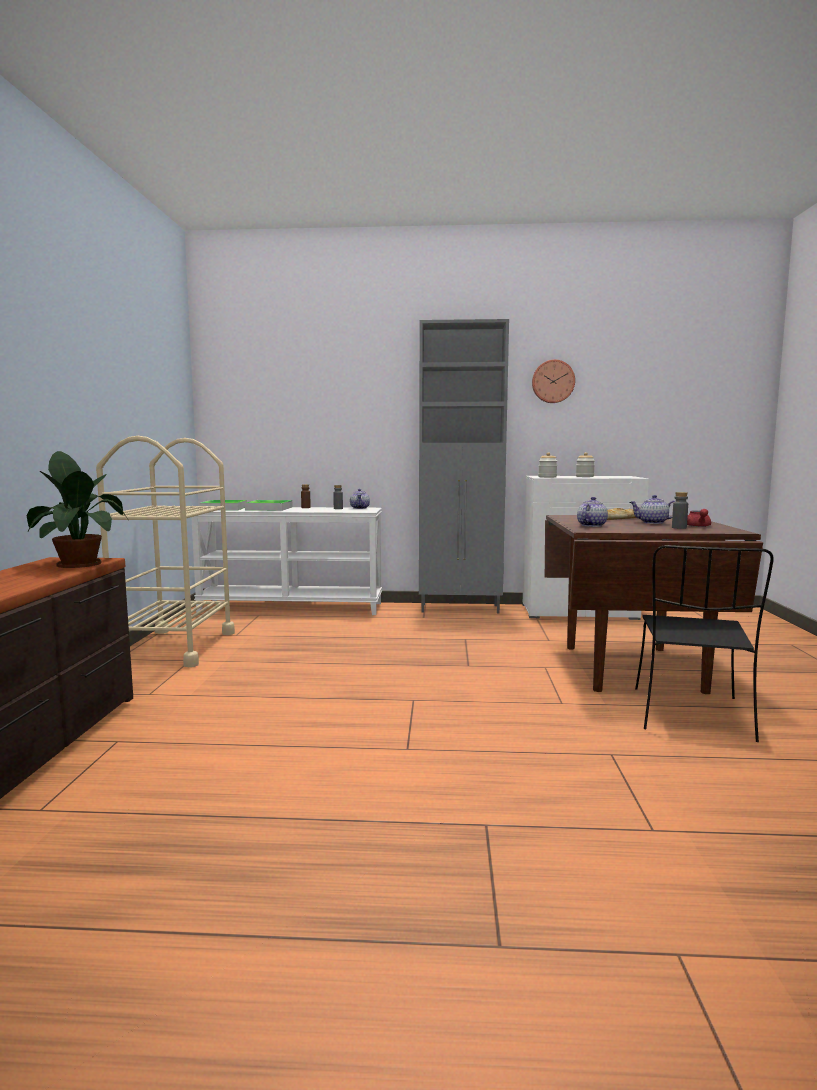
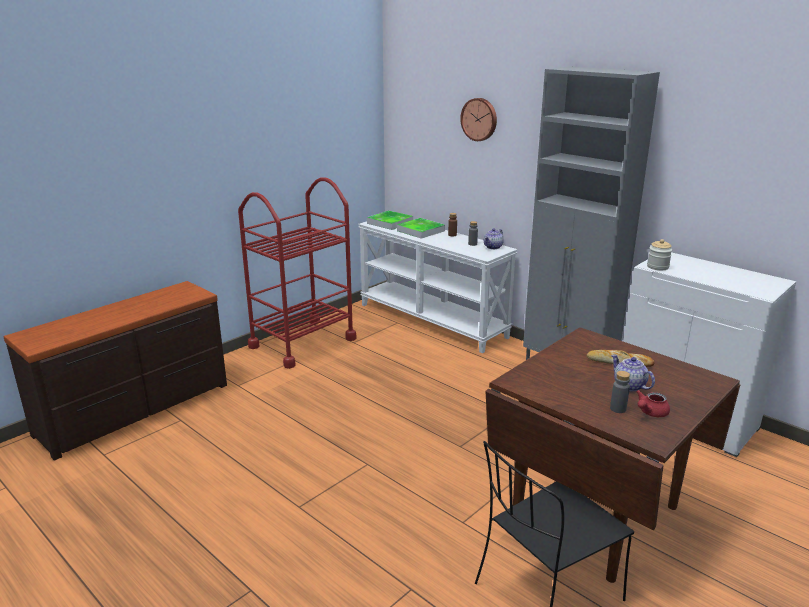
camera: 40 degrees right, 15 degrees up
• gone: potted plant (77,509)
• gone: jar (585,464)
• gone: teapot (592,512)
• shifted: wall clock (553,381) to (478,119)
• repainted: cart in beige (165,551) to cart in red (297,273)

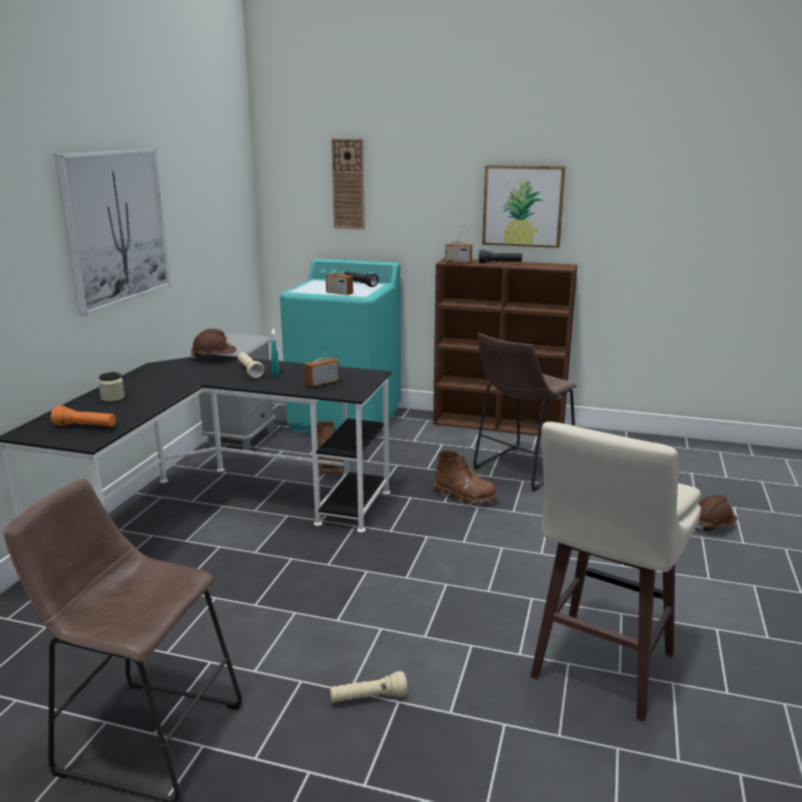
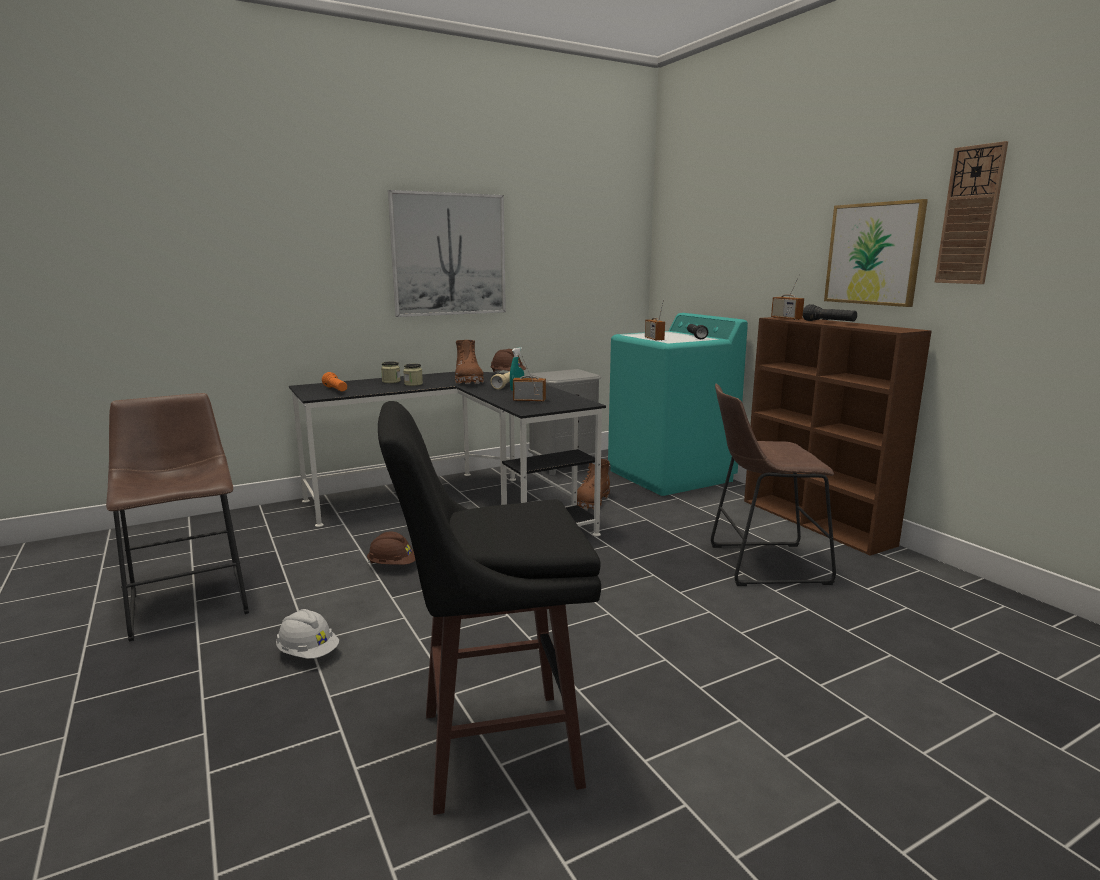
camera: 45 degrees right, 5 degrees down
• new: jar (413,375)
• shifted: wall clock (348,183) to (971,212)
• shifted: boot in brown (466,478) to (469,362)
• shifted: hard hat in brown (716,513) to (391,548)
• swapped: flashlight in beige (368,687) to hard hat in white (307,634)
• repainted: stool in beige (615,572) to stool in black (489,608)

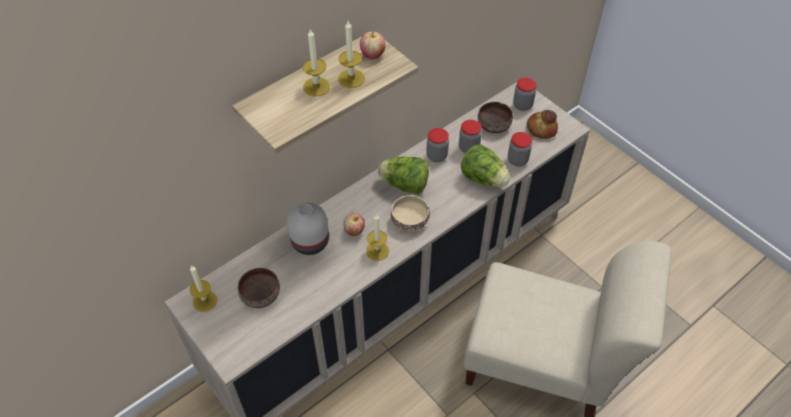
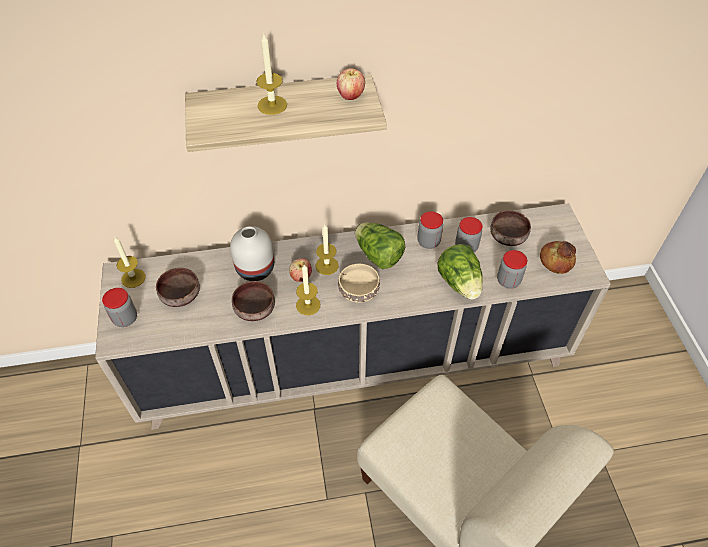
camera: 30 degrees right, 0 degrees up
• new: bowl in brown (253,301)
• shifted: candle (351,54) to (327,249)
• shifted: jar (524,94) to (119,307)

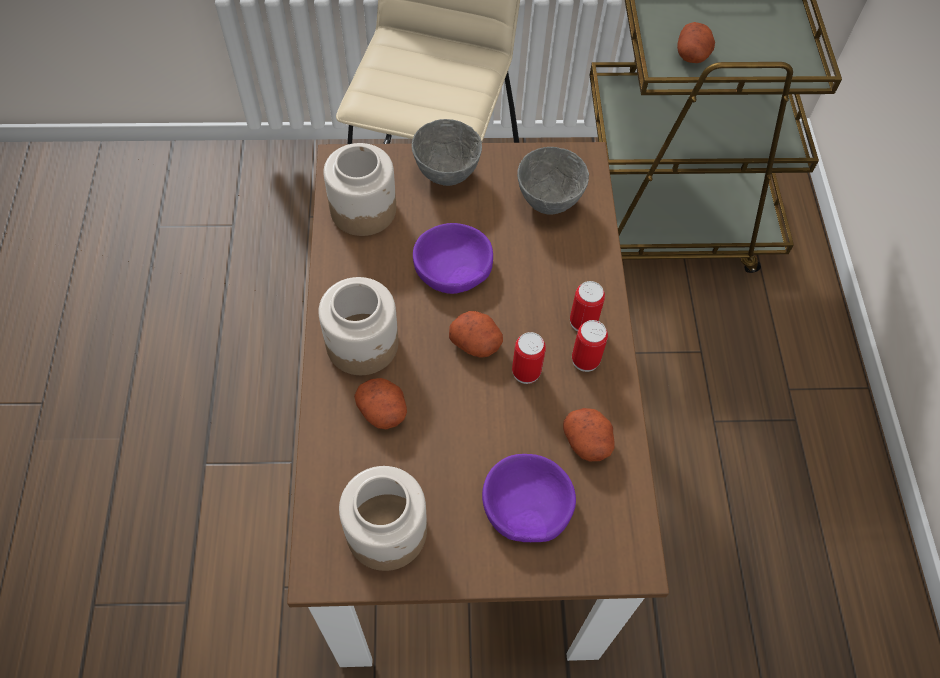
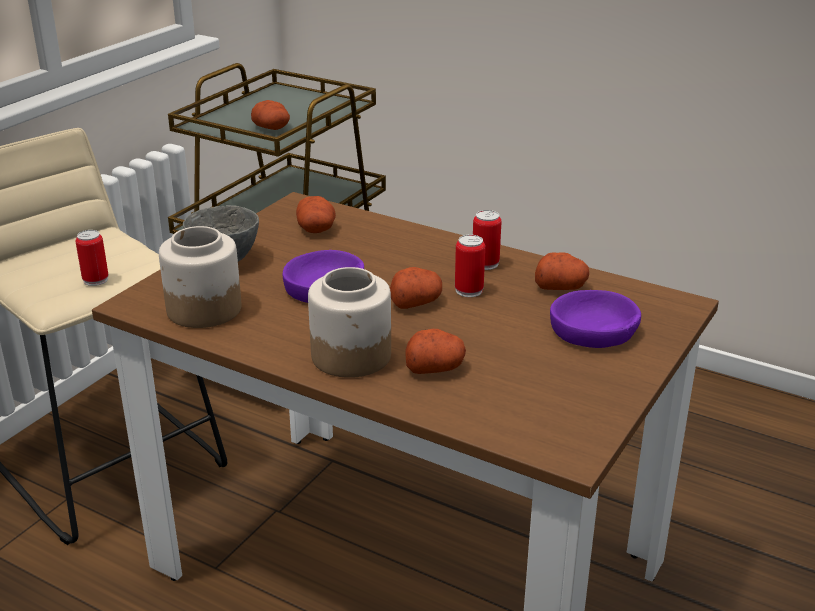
camera: 55 degrees left, 30 degrees down
• gone: jar (383,518)
• shifted: can (587,306) to (92,258)
• swapped: bowl in grey (553,181) to potato (316,214)

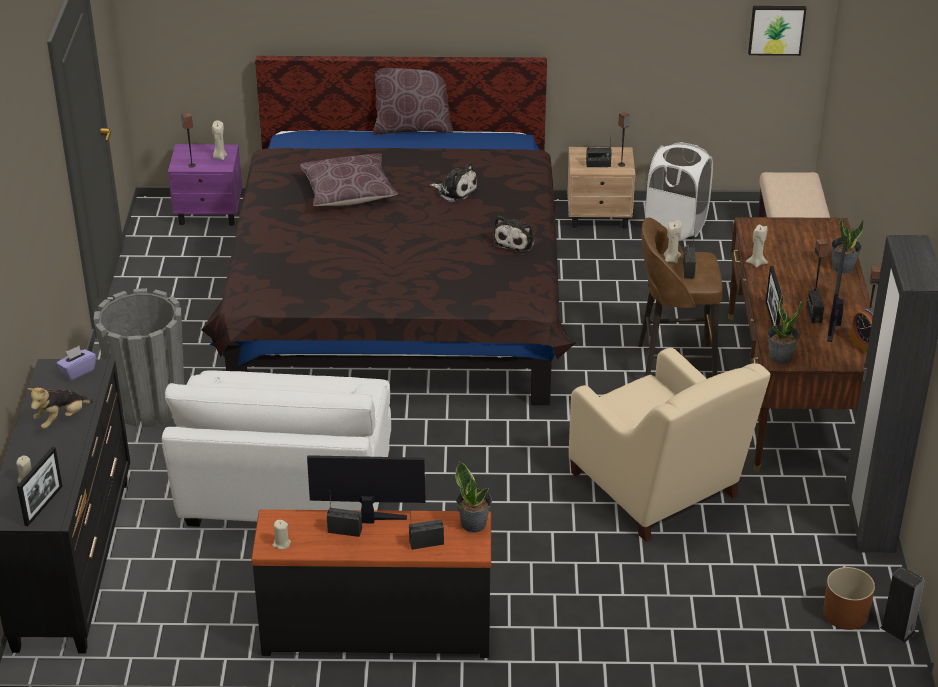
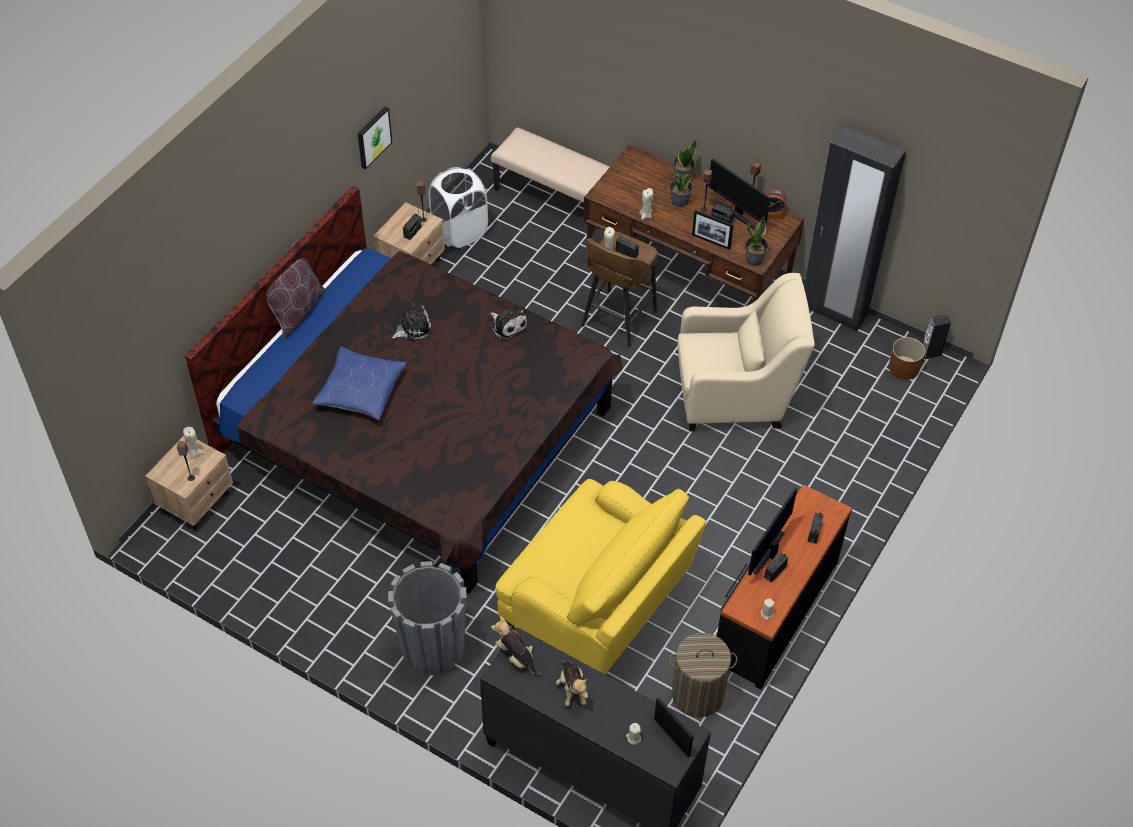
camera: 60 degrees left, 15 degrees up
• new: laundry basket (703,675)
• shifted: potted plant (473,497) to (681,188)
• shifted: picture (777,31) to (375,138)
• swapped: tissue box in purple (76,363) to plush toy (516,647)
• repainted: armchair in white (276,448) to armchair in yellow (600,576)
• repainted: nightstand in purple (205,185) to nightstand in beige (189,483)
• repainted: pillow in brown (349,179) to pillow in blue (359,383)

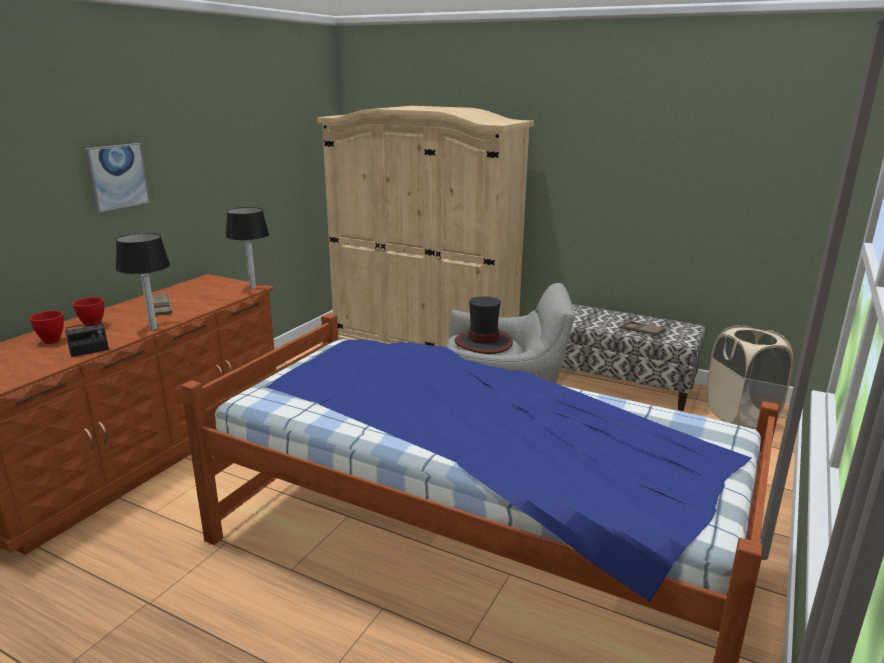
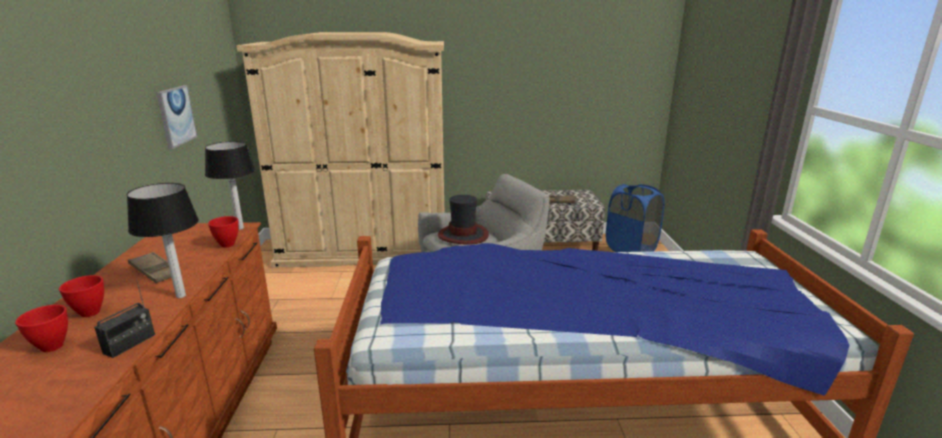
camera: 30 degrees left, 0 degrees up
• new: bowl in red (223,232)
• shifted: picture (117,178) to (176,117)
• repainted: laundry basket in beige (749,377) to laundry basket in blue (635,218)

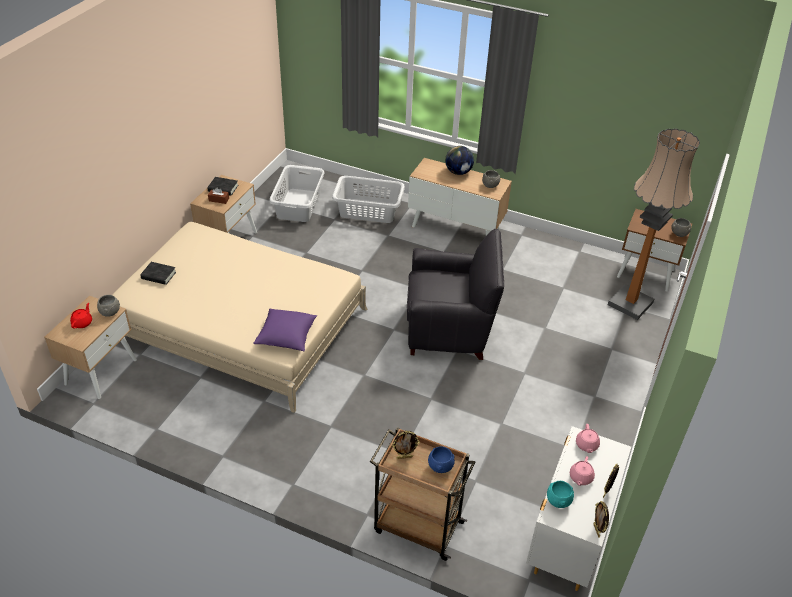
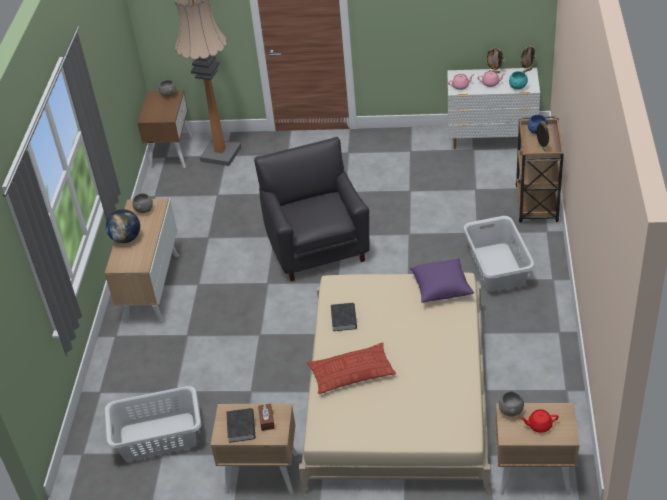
camera: 105 degrees left, 0 degrees up
• new: pillow (351,368)
• shifted: book in black (158,273) to (344,317)
• shifted: laundry basket in grey (368,199) to (499,254)

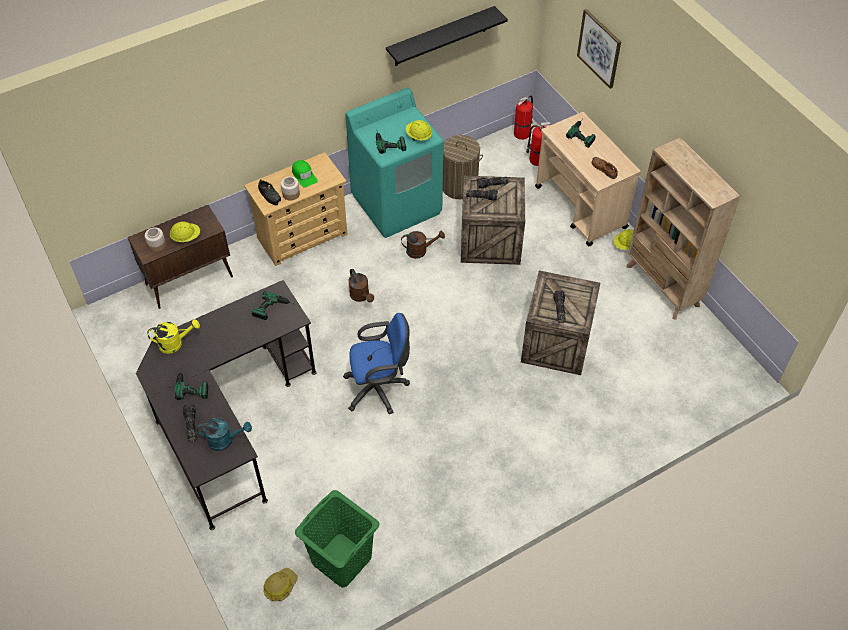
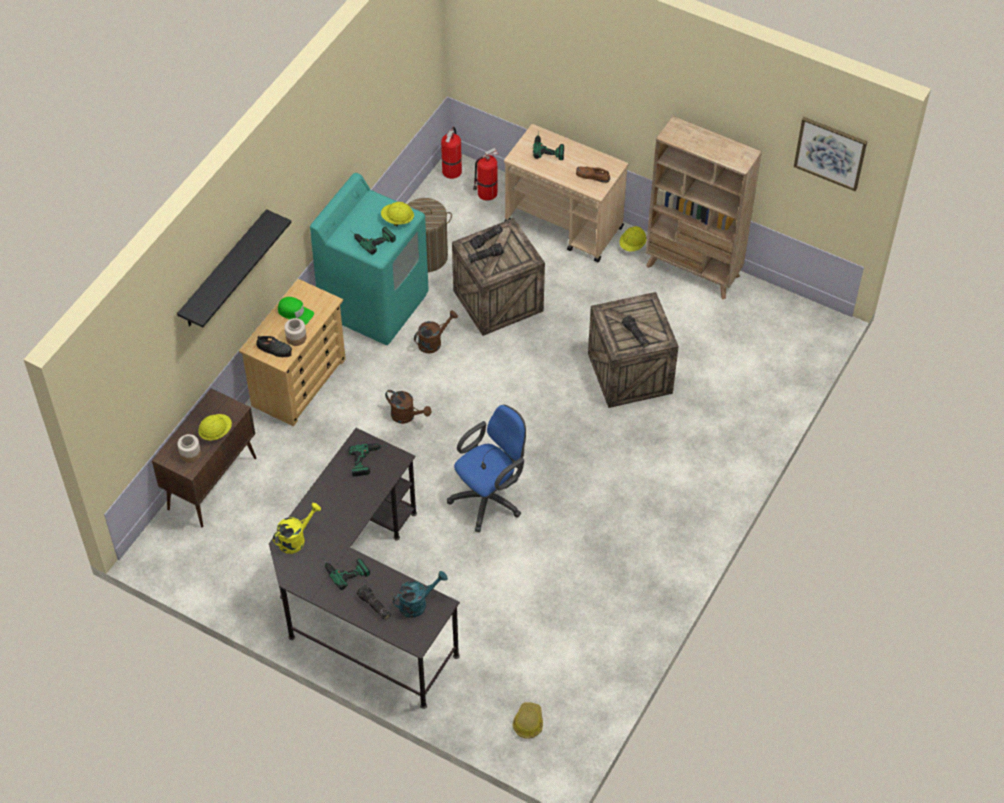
camera: 30 degrees left, 0 degrees up
• gone: laundry basket in green (337,539)
• shifted: shelf in black (447,36) to (234,268)
• shifted: picture (599,49) to (830,154)

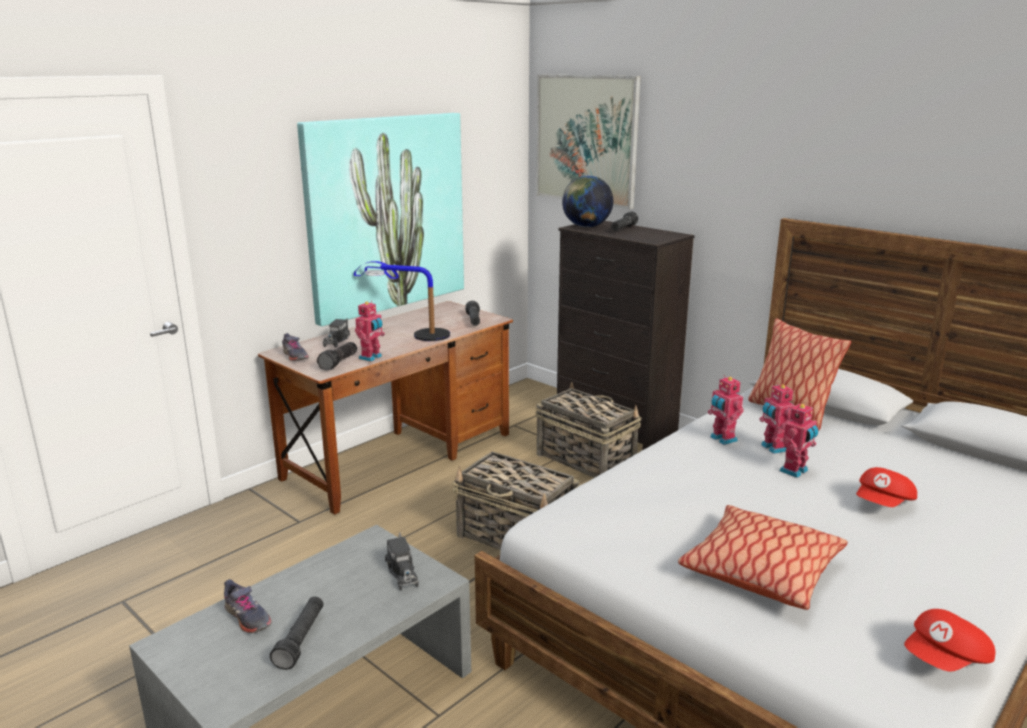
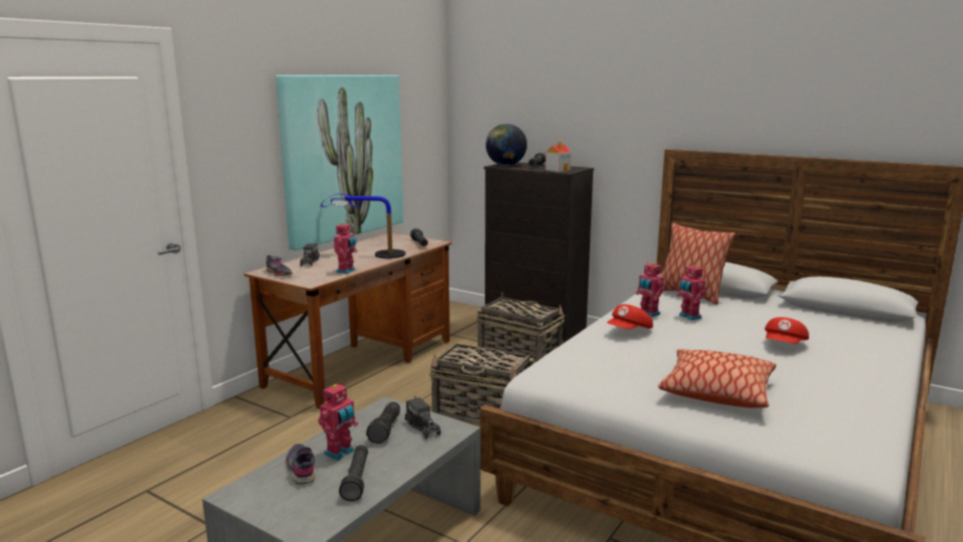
camera: 10 degrees left, 5 degrees down
• gone: picture (588,141)
• new: toy house (558,157)
• shifted: flashlight (337,356) to (383,423)
• shifted: toy robot (798,440) to (338,422)
• shifted: cap in red (949,640) to (630,316)
• rotated: shoe in grey (247,606) = (300,464) 150 degrees counterclockwise

